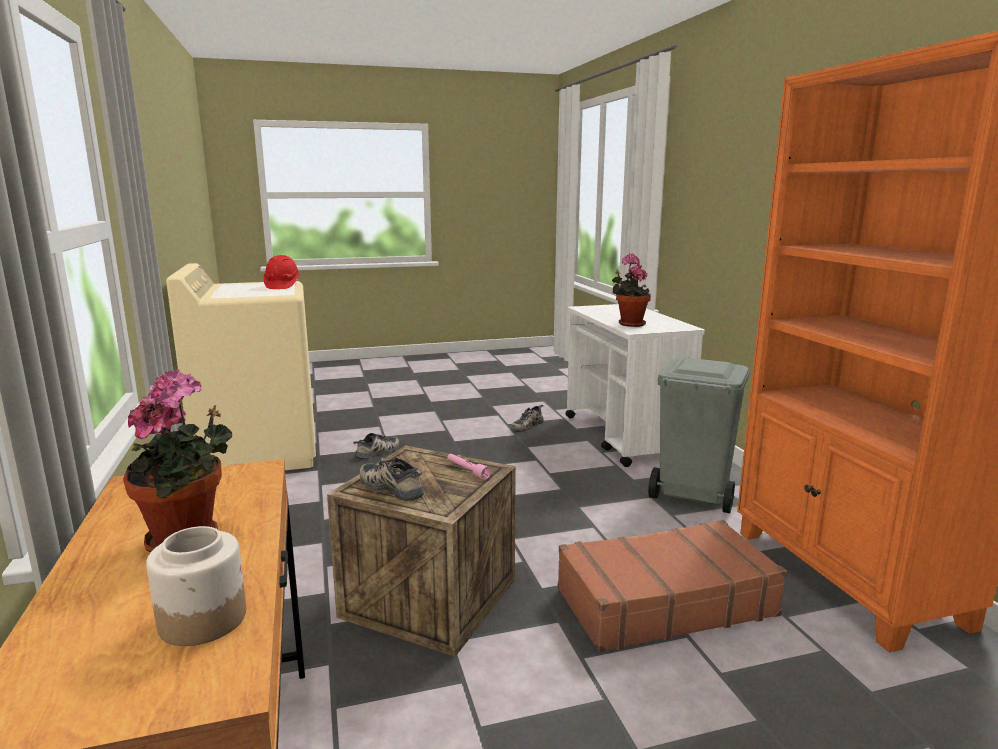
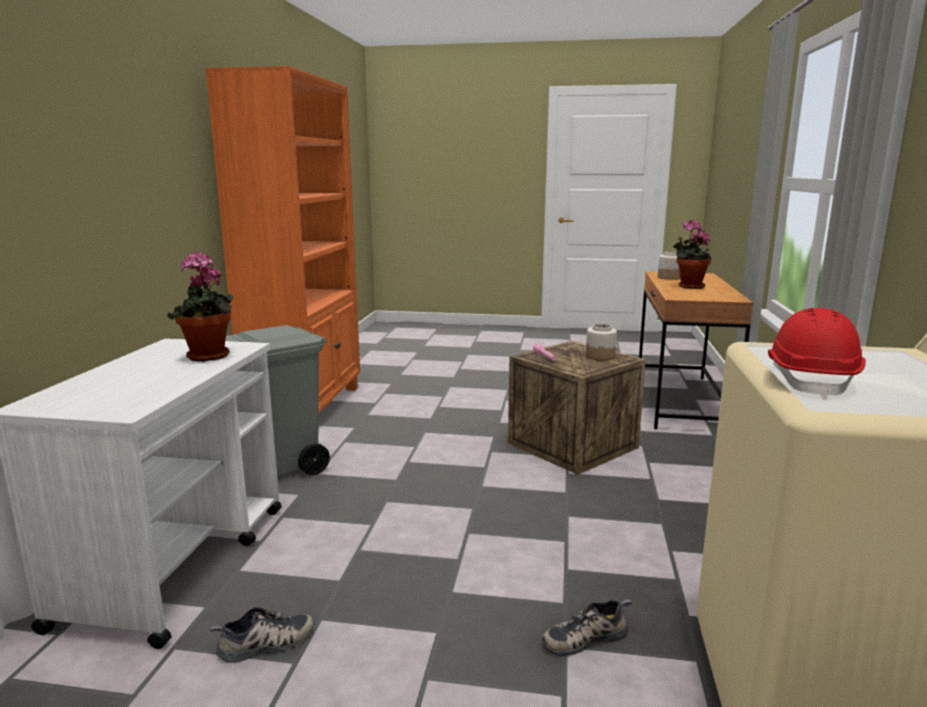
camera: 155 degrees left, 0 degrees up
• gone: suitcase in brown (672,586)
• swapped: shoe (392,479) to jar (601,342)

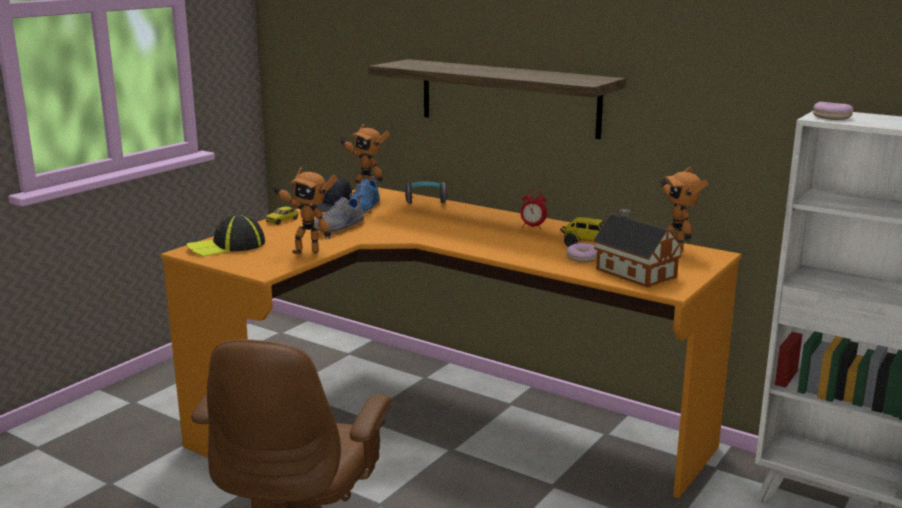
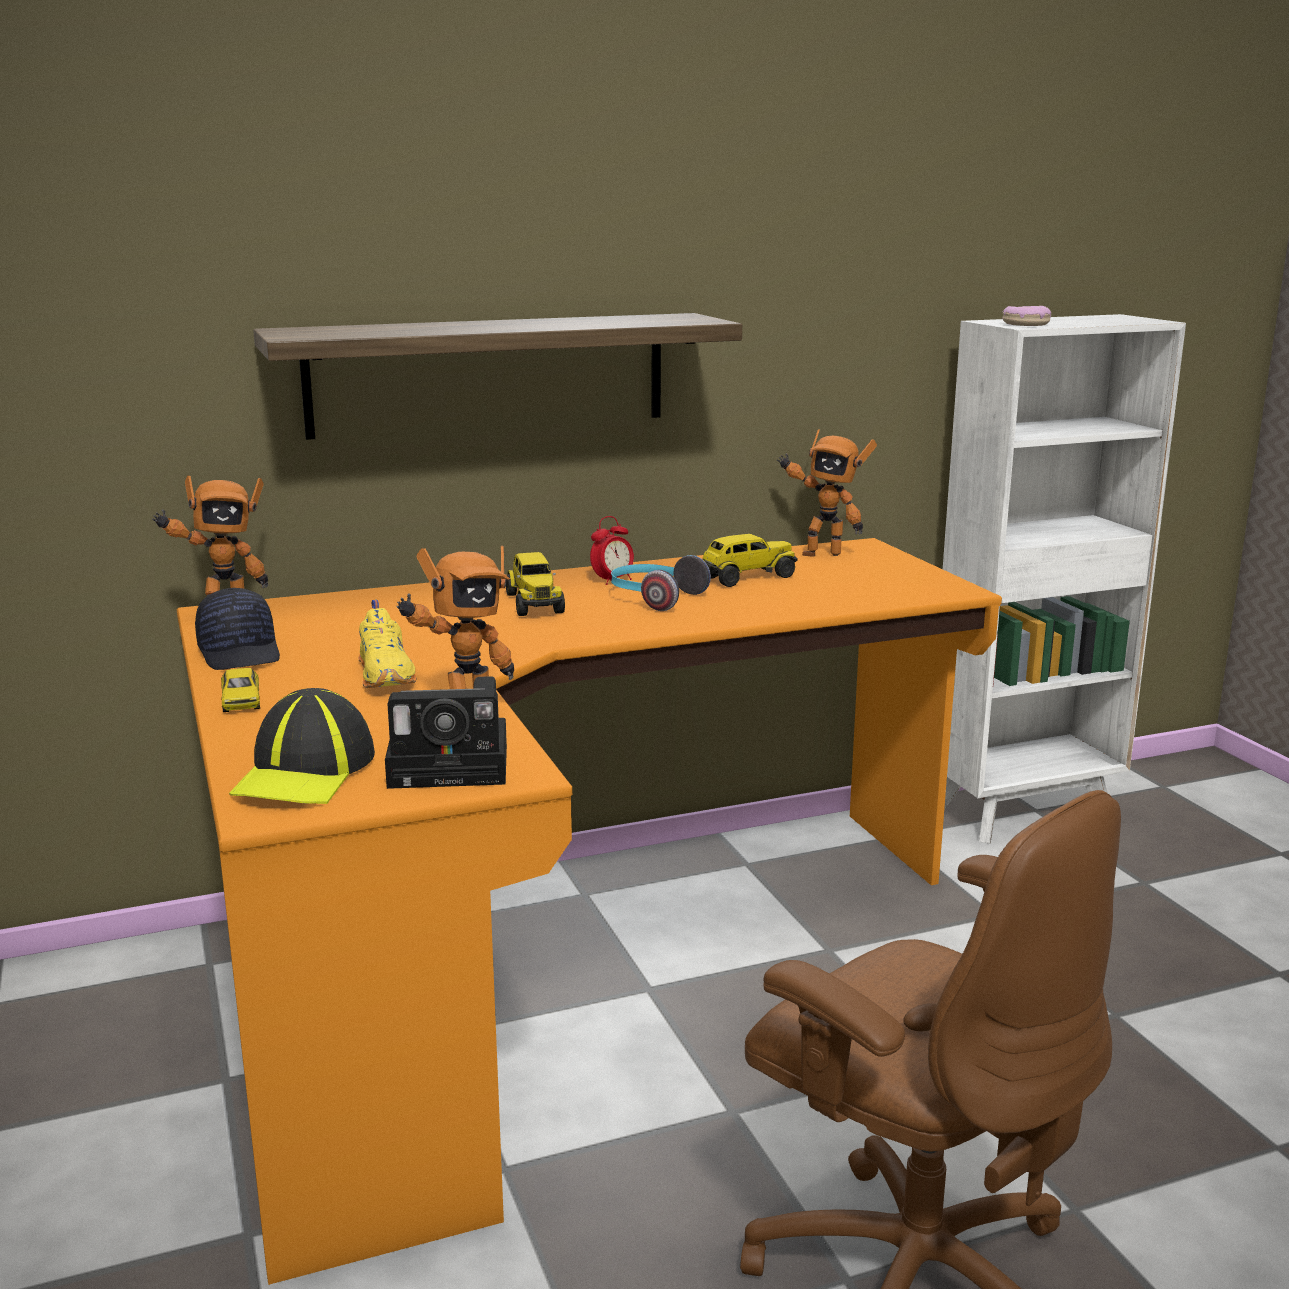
camera: 55 degrees left, 0 degrees up
• gone: shoe in blue (364,194)
• gone: donut (581,252)
• gone: toy house (638,248)
• new: photo camera (446,732)
• new: toy truck (535,584)
• shifted: headphones (426,193) to (661,583)
• repainted: shoe in grey (339,214) to shoe in yellow (388,644)

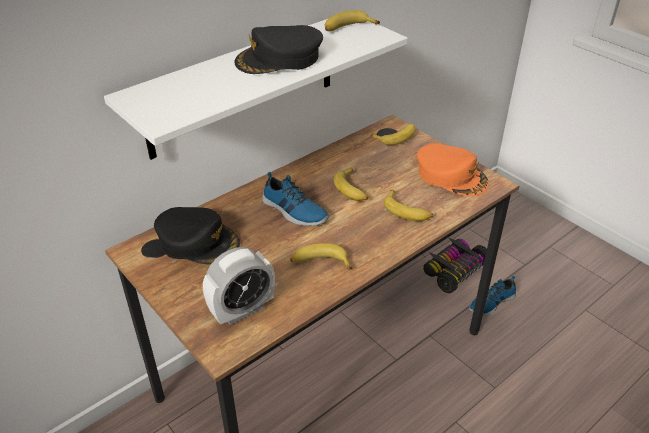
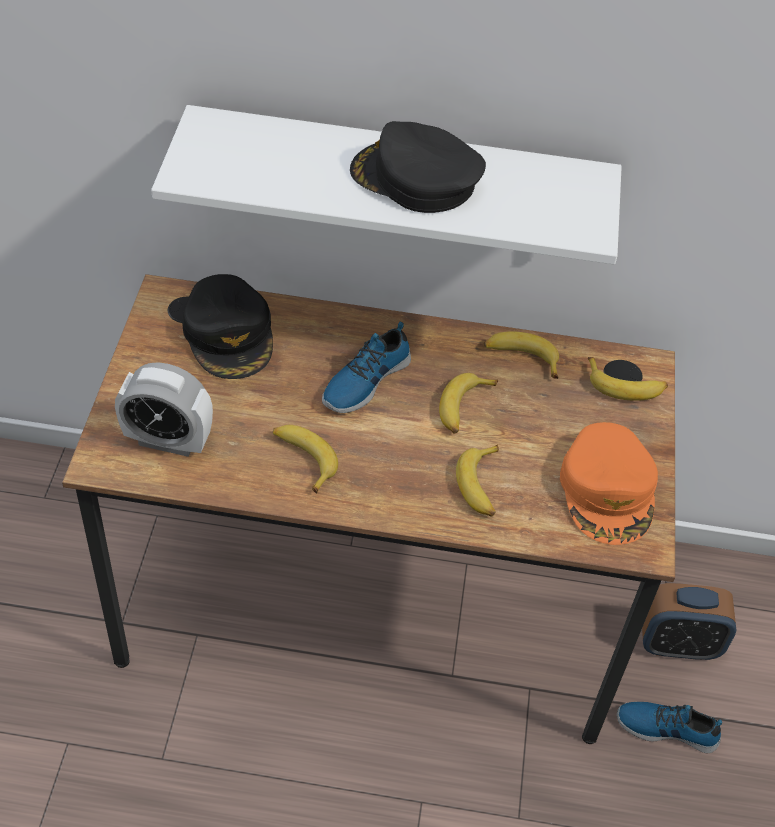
camera: 45 degrees right, 10 degrees up
• shifted: banana (352,20) to (521,355)
• swapped: toy car (454,265) to alarm clock (689,621)
• rotated: shoe (295,199) = (366,367) 45 degrees clockwise

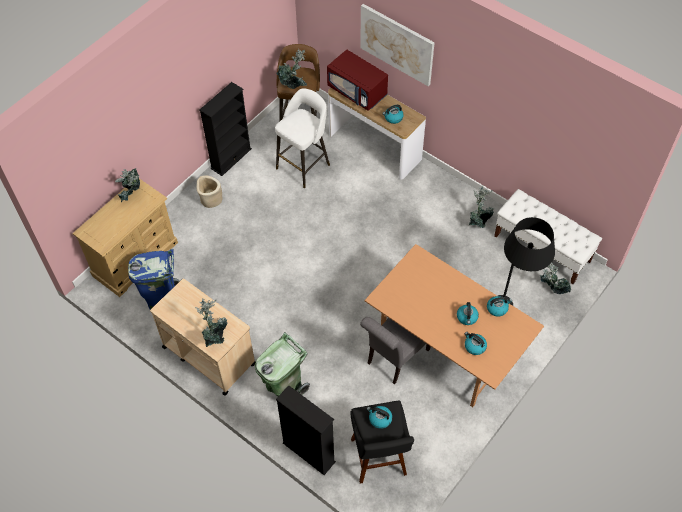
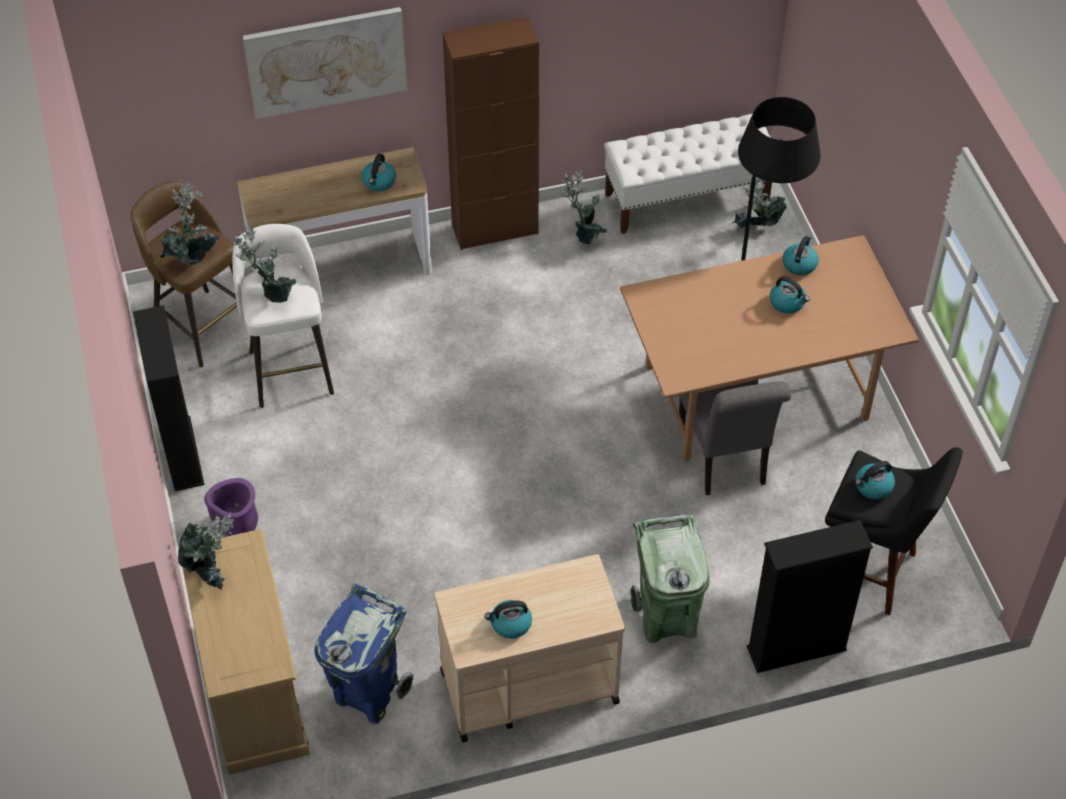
camera: 55 degrees left, 5 degrees down
• gone: microwave in red (357,80)
• new: cabinet in brown (491,133)
• shifted: potted plant (211,322) to (264,264)
• shifted: kettle (476,343) to (508,619)
• repainted: planter in beige (209,191) to planter in purple (231,507)

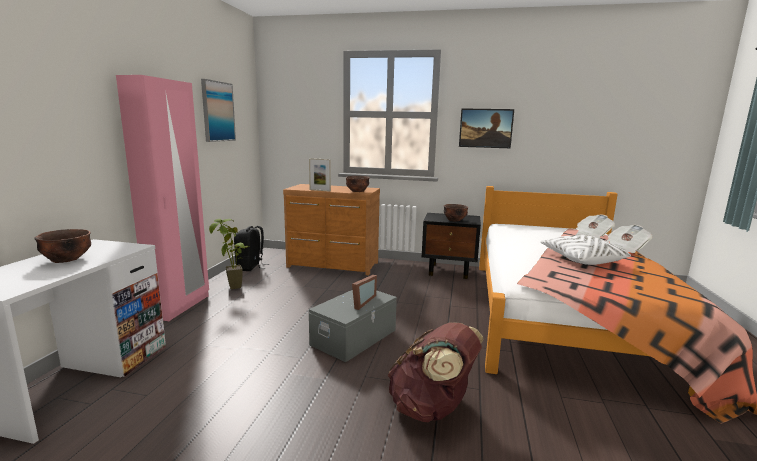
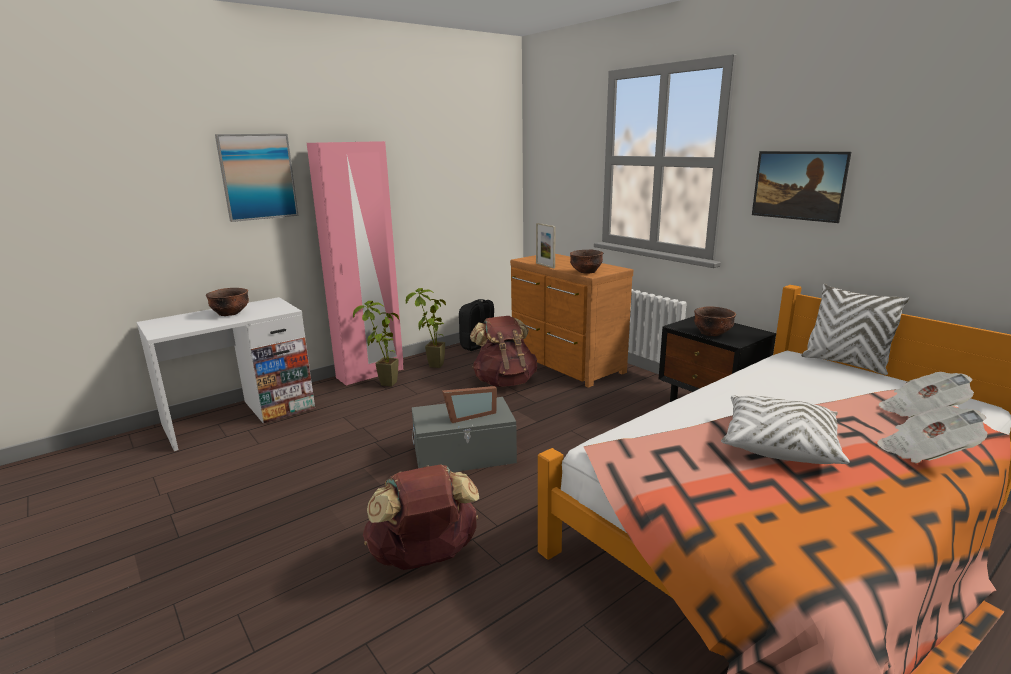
camera: 40 degrees right, 5 degrees up
• new: potted plant (376,344)
• new: backpack in brown (503,351)
• new: pillow in white (855,329)
• shifted: picture (218,110) to (257,178)

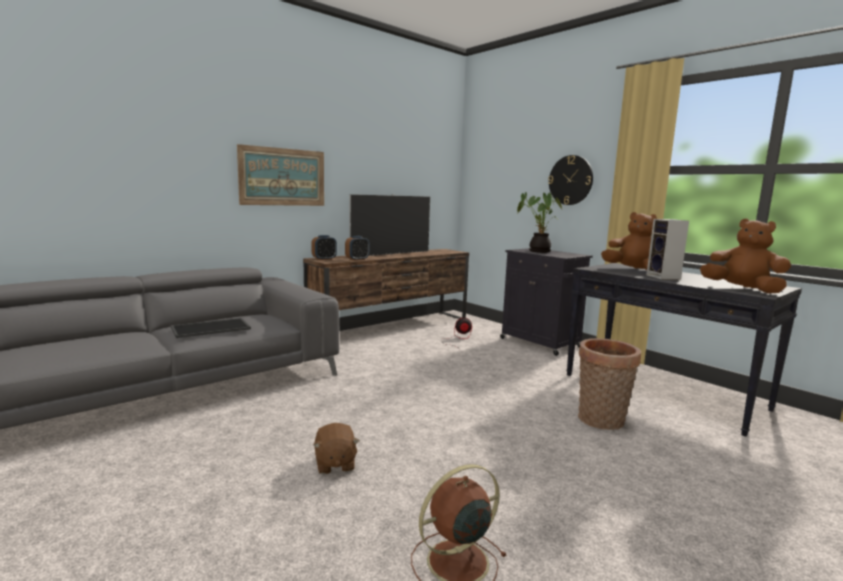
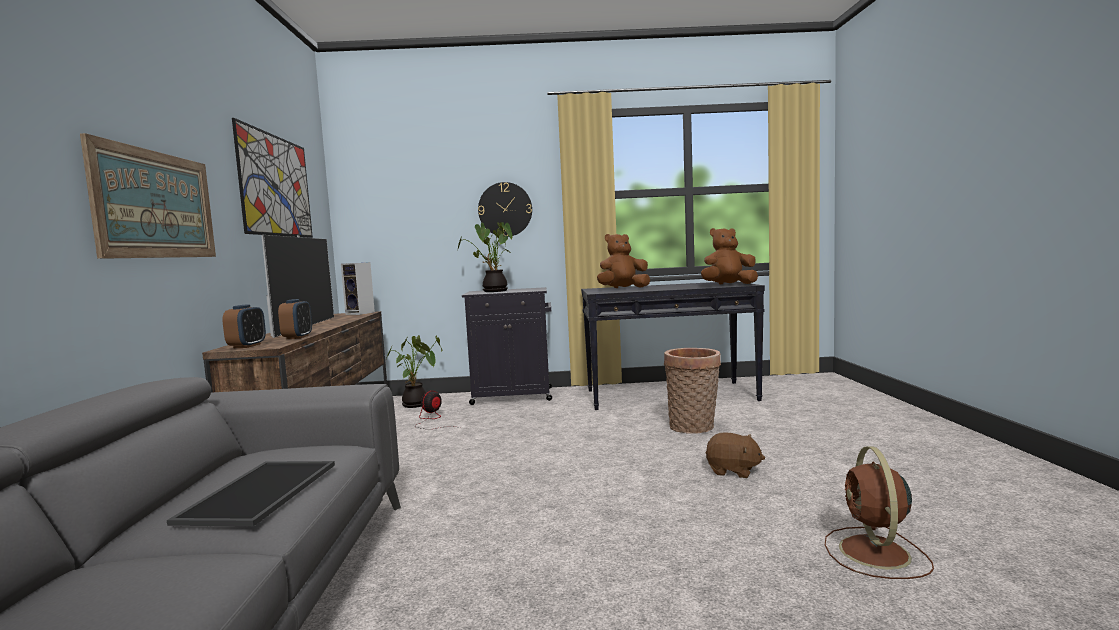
camera: 50 degrees left, 5 degrees down
• new: picture (272,178)
• new: potted plant (414,371)
• shifted: plush toy in brown (336,448) to (735,455)
• shifted: speaker (667,249) to (358,288)

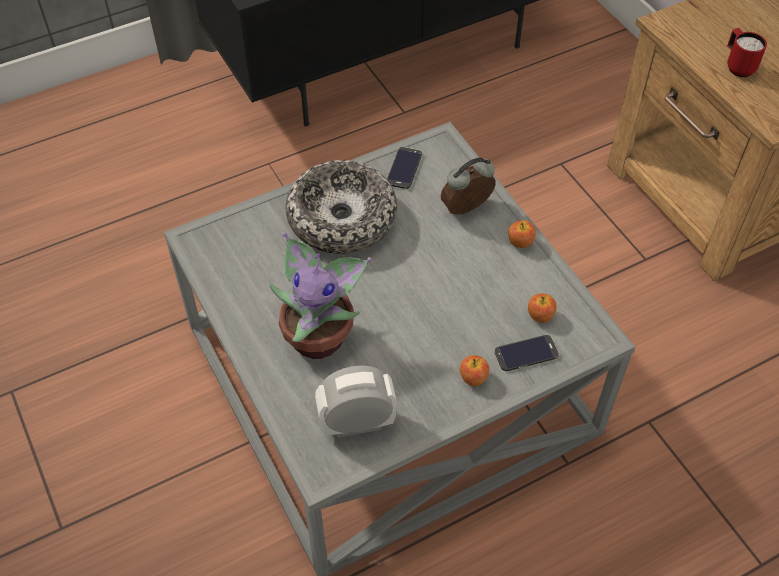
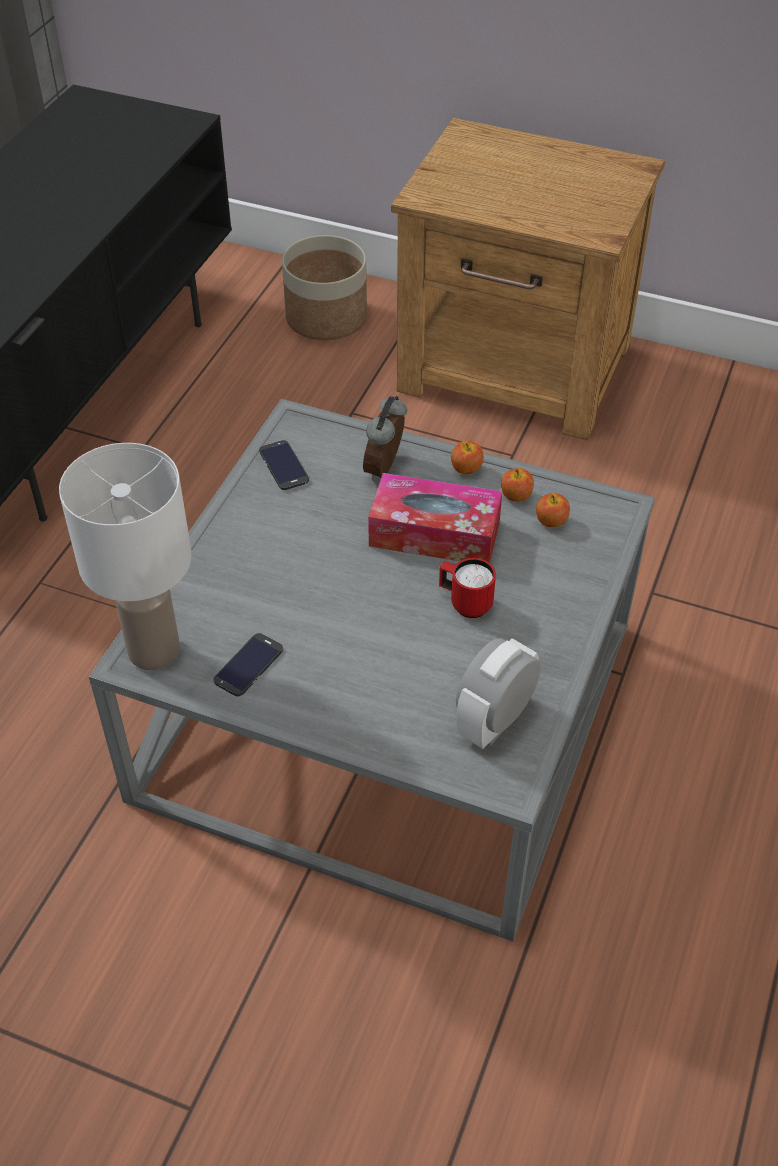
camera: 40 degrees left, 5 degrees down
• gone: potted plant (321,295)
• gone: bowl (341,207)
• new: table lamp in white (125,556)
• new: planter (324,287)
• new: tissue box (435,518)
• shifted: apple (474,370) to (517,485)
• shifted: phone (527,353) to (248,664)
• shifted: mug in red (747,52) to (467,588)

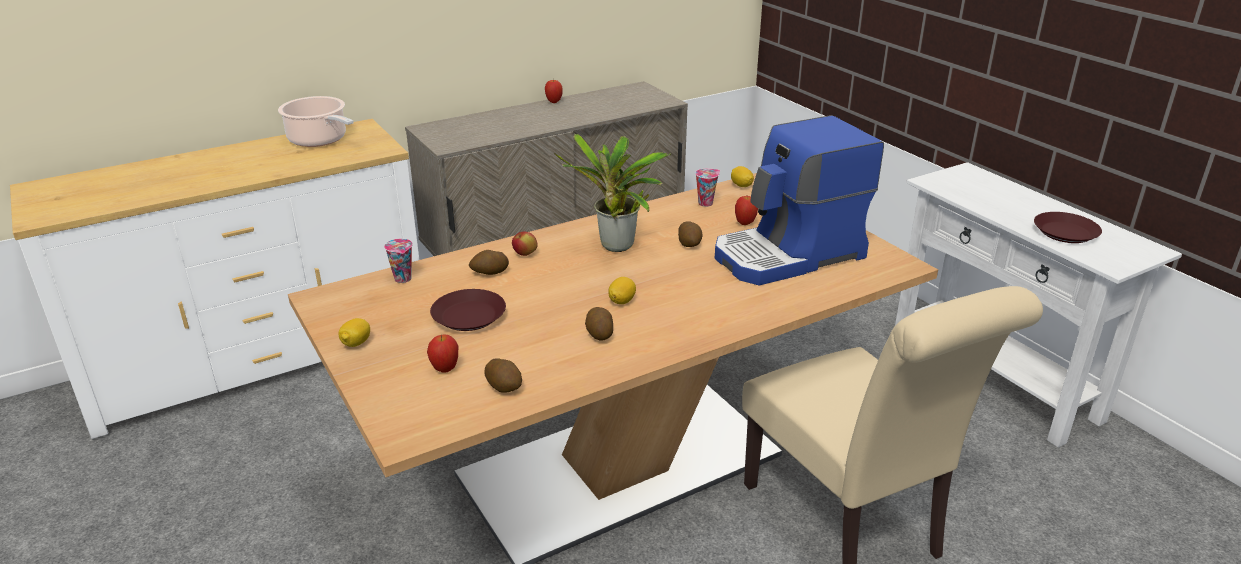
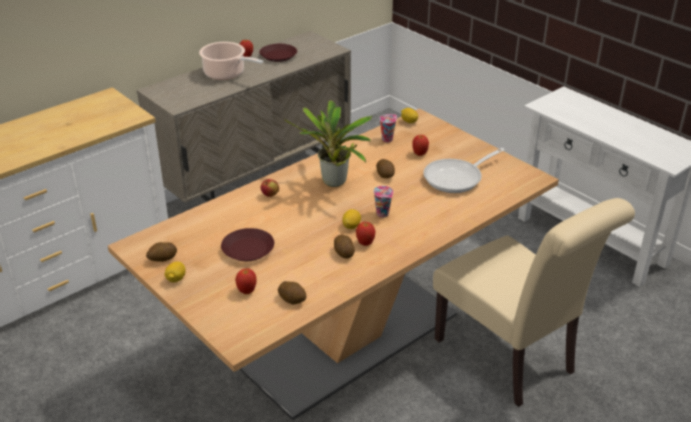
camera: 10 degrees left, 5 degrees up
• new: apple (365,234)
• shifted: cooking pot (315,121) to (231,61)
• shifted: cup (398,261) to (383,202)
• shifted: potato (489,262) to (161,252)
• shifted: plate in brown (1068,227) to (278,53)
• swapped: coffee machine (799,200) to frying pan (464,170)

